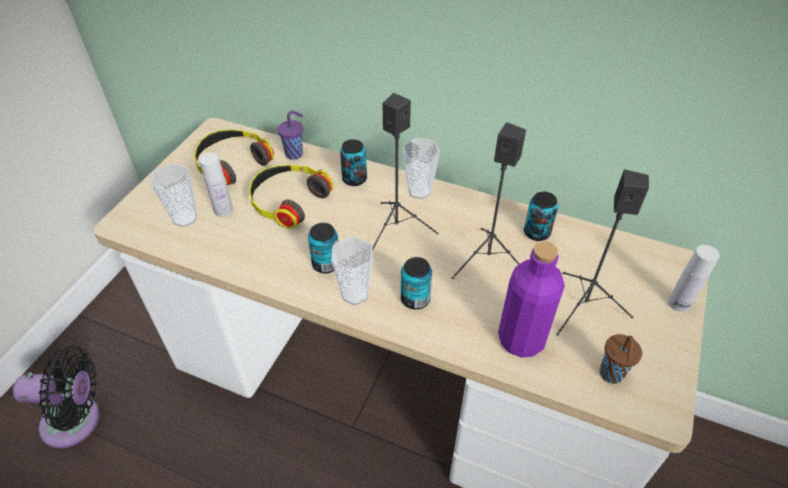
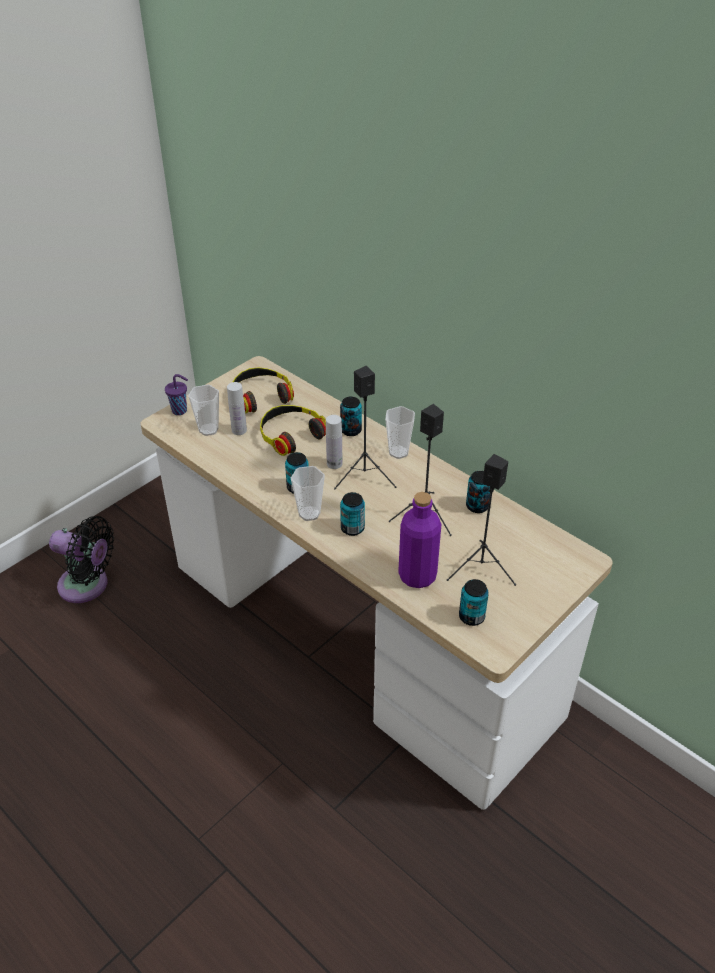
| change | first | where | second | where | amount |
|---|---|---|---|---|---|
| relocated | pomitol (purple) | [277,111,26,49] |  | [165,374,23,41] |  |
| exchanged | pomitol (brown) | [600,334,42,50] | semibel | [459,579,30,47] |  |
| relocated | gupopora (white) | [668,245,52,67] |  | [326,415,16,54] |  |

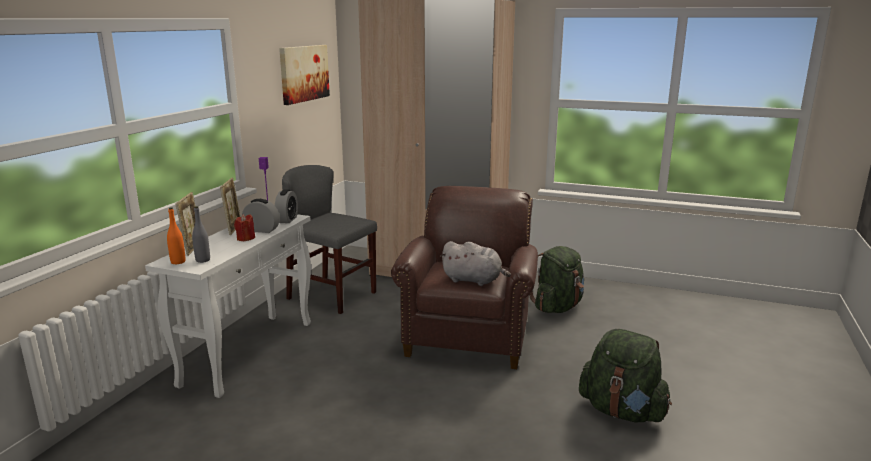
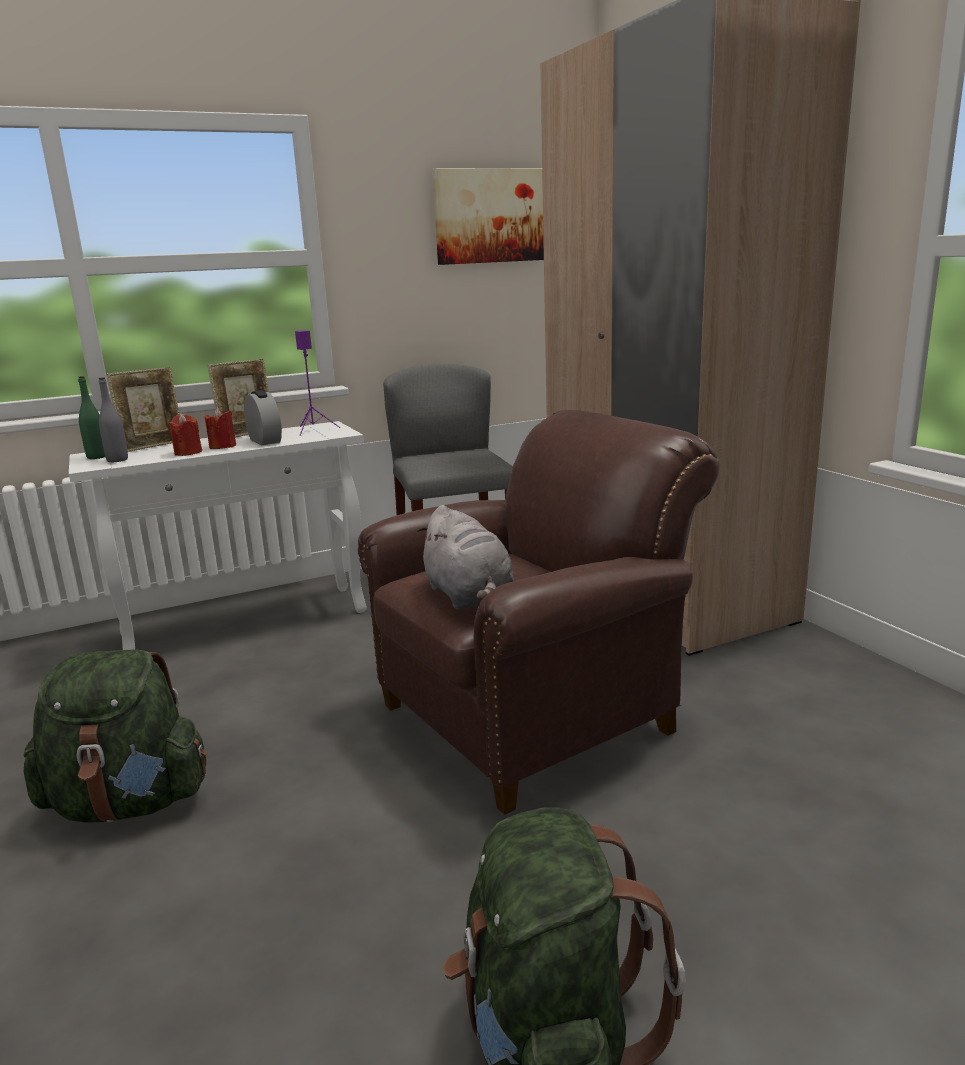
| change | first | where | second | where | amount |
|---|---|---|---|---|---|
| colour | gupopora (orange) | [167,207,19,57] | gupopora (green) | [78,376,27,83] |  |
| missing | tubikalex | [275,189,23,34] |  |  |  |
| relocated | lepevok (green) | [529,246,55,67] |  | [24,649,184,174] |  |
| appeared |  |  | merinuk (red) | [168,413,34,43] |  |

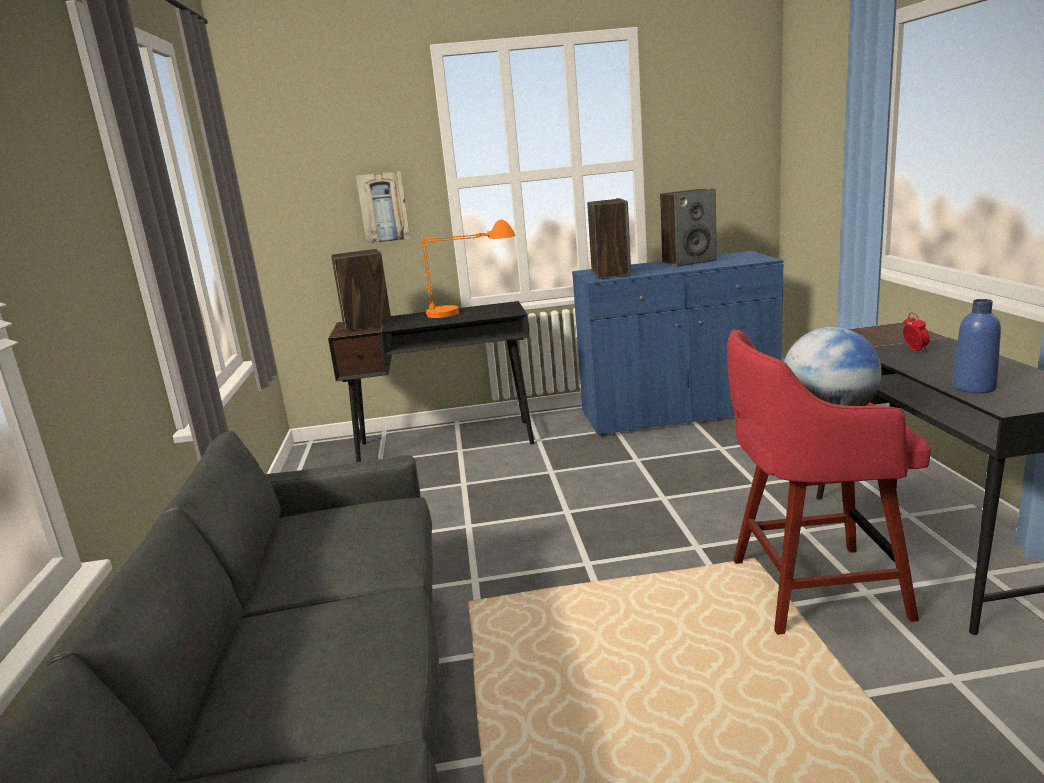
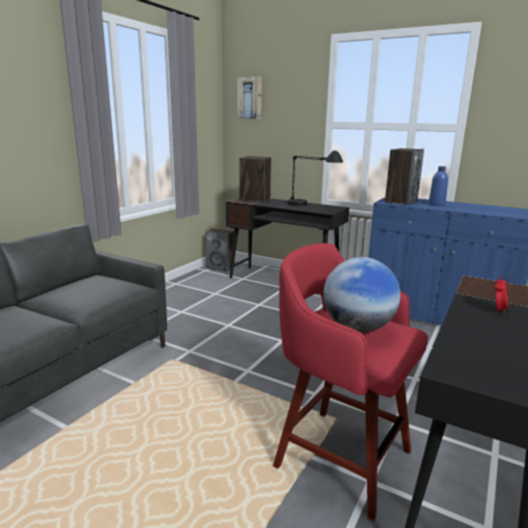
| change | first | where | second | where | amount |
|---|---|---|---|---|---|
| relocated | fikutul | [356,171,54,73] |  | [237,76,25,43] |  |
| colour | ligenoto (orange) | [421,220,95,98] | ligenoto (black) | [287,151,56,55] |  |
| relocated | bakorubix | [660,189,57,77] |  | [205,228,30,43] |  |
| relocated | gupopora (blue) | [952,299,49,94] |  | [429,166,19,40] |  |

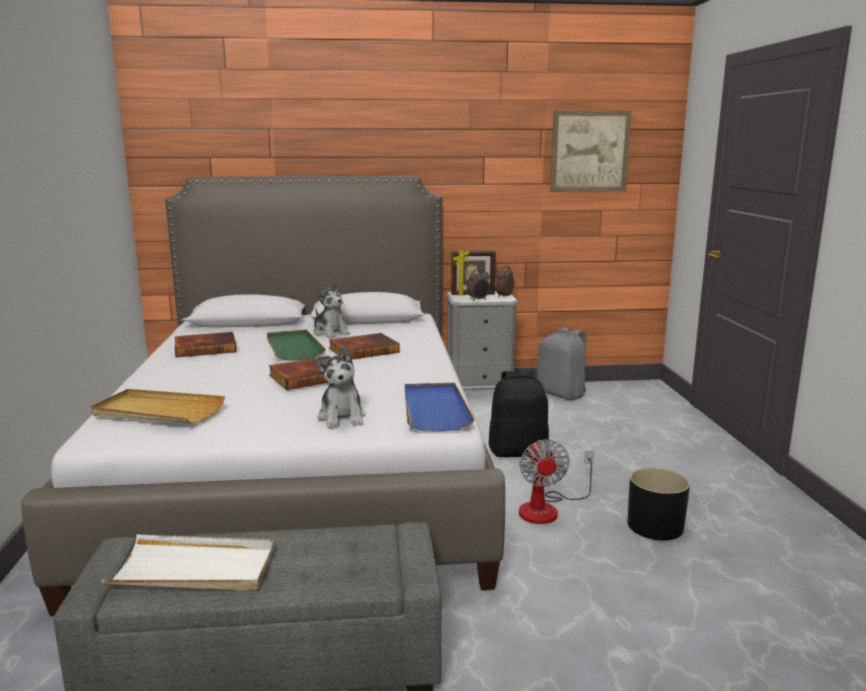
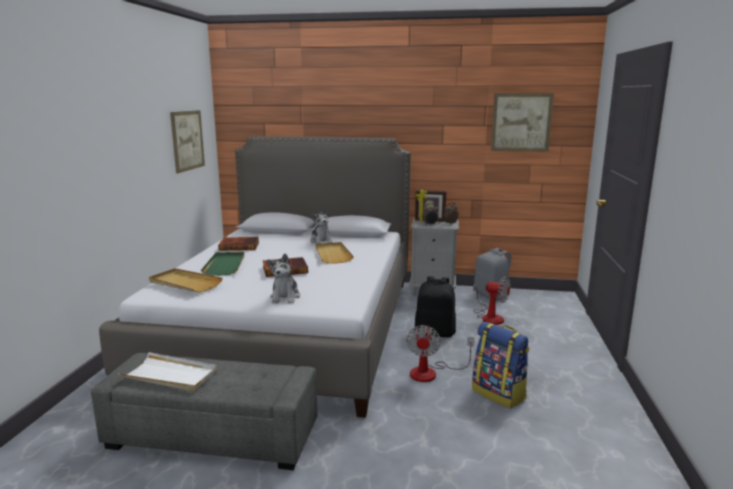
| change | first | where | second | where | amount |
|---|---|---|---|---|---|
| relocated | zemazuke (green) | [267,329,59,32] |  | [201,252,43,24] |  |
| exchanged | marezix | [329,333,71,26] | zemazuke (beige) | [315,242,39,22] |  |
| missing | zemazuke (blue) | [405,383,70,49] |  |  |  |
| exchanged | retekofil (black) | [627,468,63,72] | lepevok | [472,322,57,86] |  |
| appeared |  |  | fikutul | [170,110,35,63] |  |
| appeared |  |  | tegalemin | [473,276,38,49] |  |

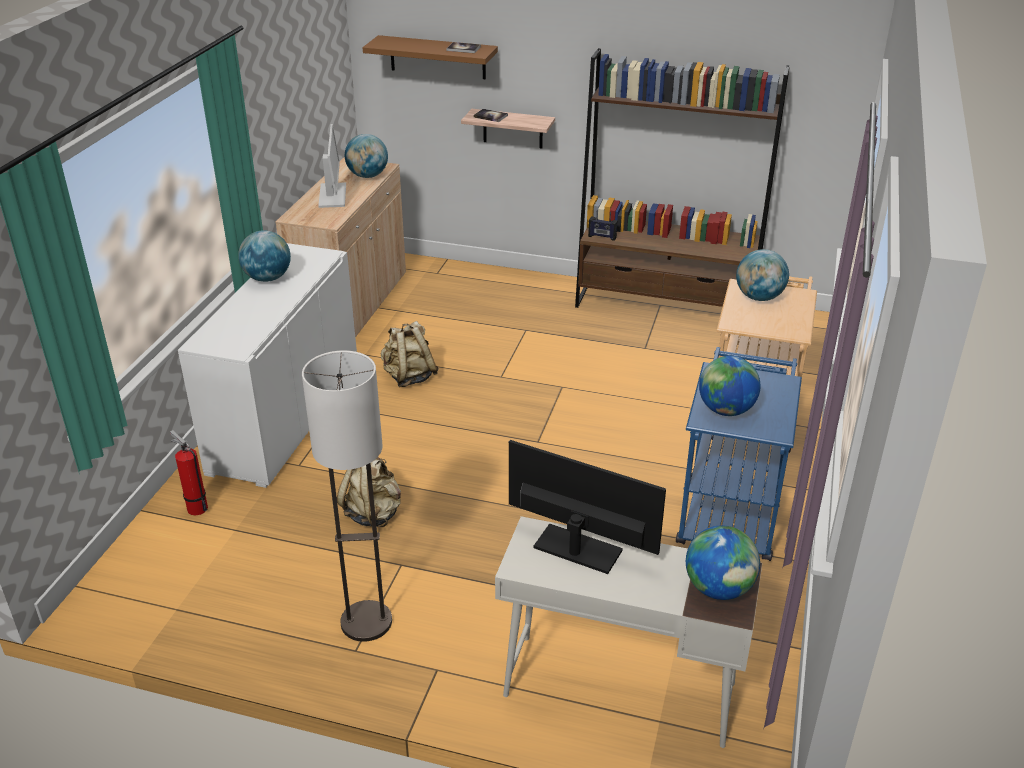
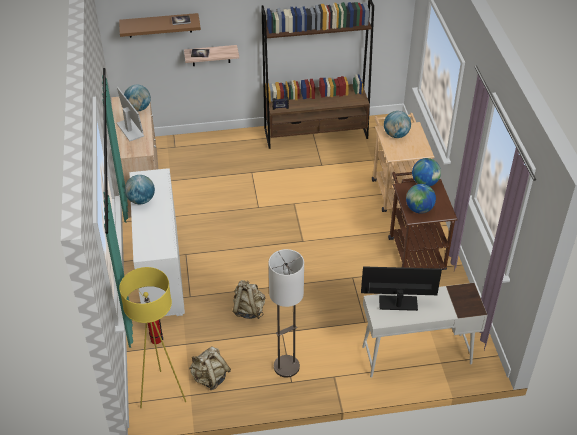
| change | first | where | second | where | amount |
|---|---|---|---|---|---|
| relocated | lepevok (beige) | [381,321,58,66] |  | [189,346,42,44] |  |
| colour | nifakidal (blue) | [676,347,126,214] | nifakidal (brown) | [388,172,70,98] |  |
| relocated | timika | [686,526,74,74] |  | [412,158,29,28] |  |
| appeared |  |  | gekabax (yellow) | [119,267,67,141] |  |

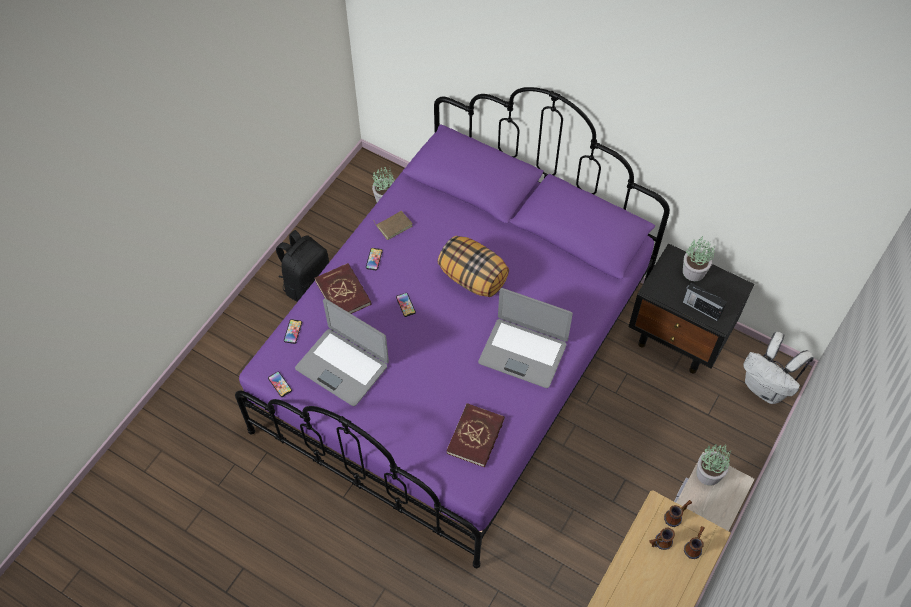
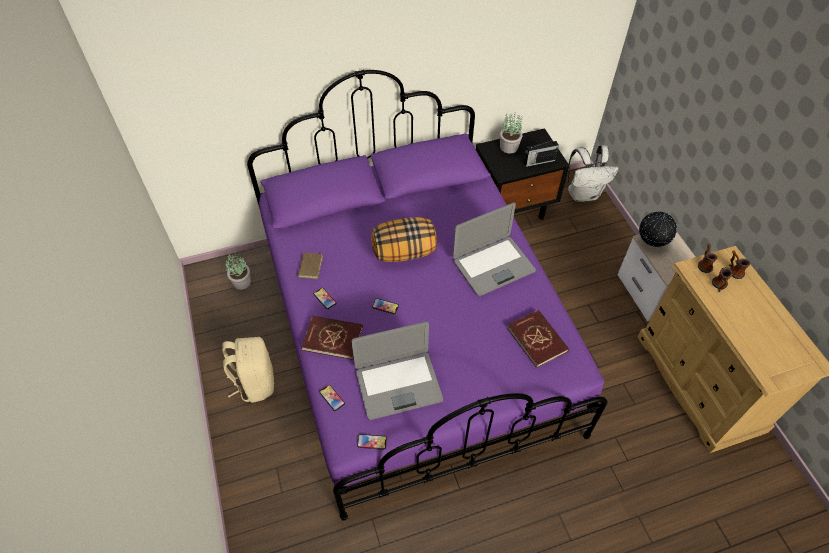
| change | first | where | second | where | amount |
|---|---|---|---|---|---|
| colour | lepevok (black) | [276,230,53,72] | lepevok (beige) | [222,337,52,66] |  |
| exchanged | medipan | [696,444,35,42] | timika | [639,212,38,35] |  |

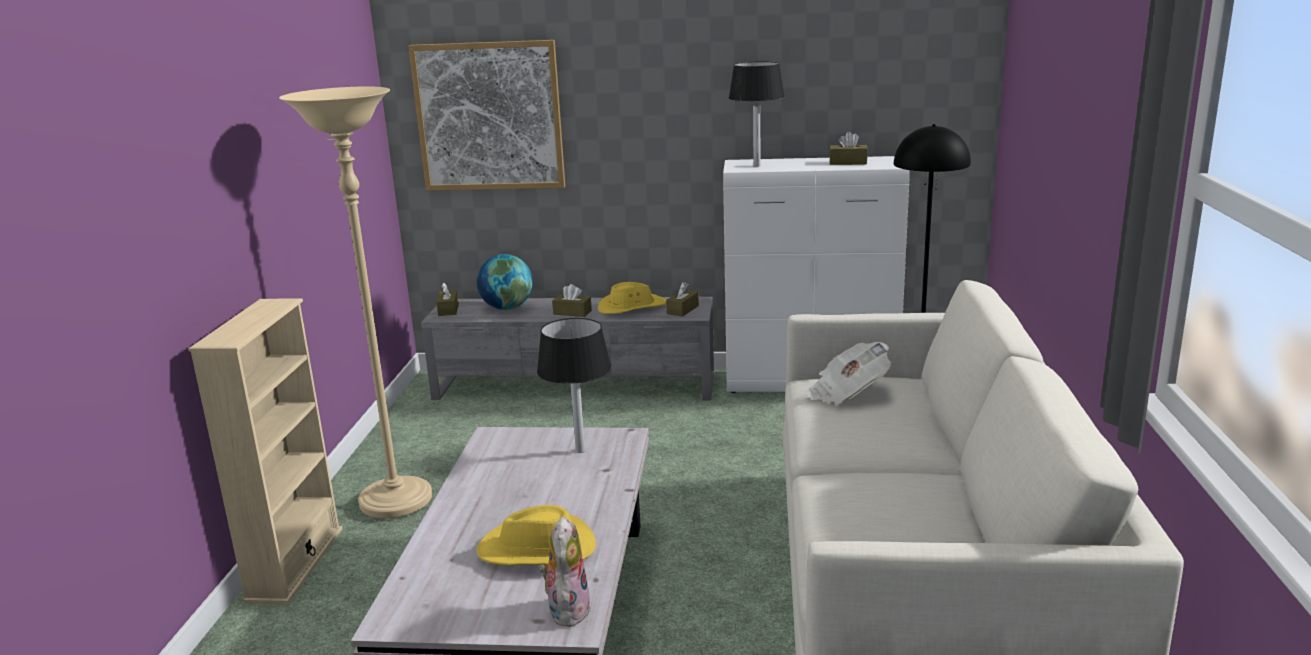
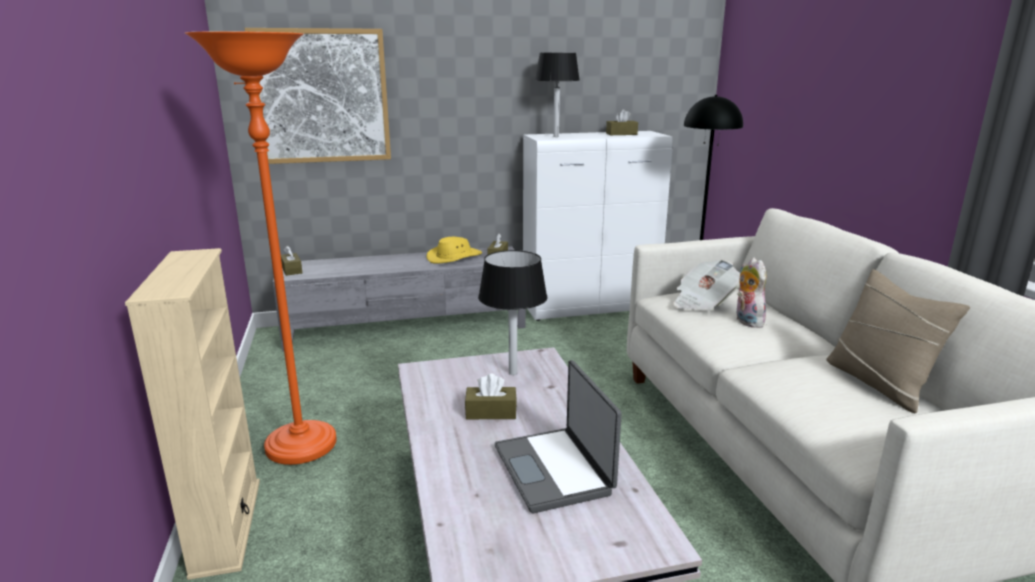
| change | first | where | second | where | amount |
|---|---|---|---|---|---|
| colour | gekabax (beige) | [279,86,153,433] | gekabax (orange) | [185,31,151,434] |  |
| missing | timika | [477,254,56,56] |  |  |  |
| exchanged | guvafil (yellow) | [477,505,119,61] | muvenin | [494,360,128,153] |  |
| relocated | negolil | [540,516,51,111] |  | [737,257,29,71] |  |
| relocated | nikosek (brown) | [552,284,40,33] |  | [465,374,52,45] |  |
| appeared |  |  | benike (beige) | [826,269,144,144] |  |

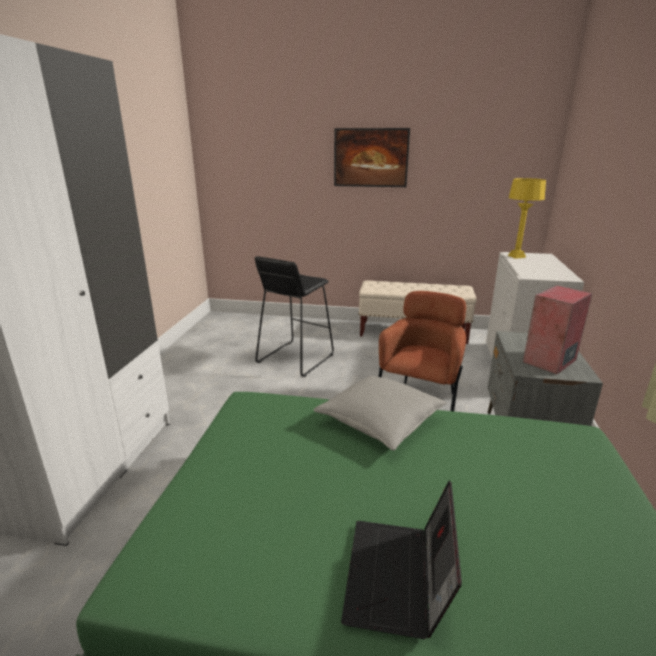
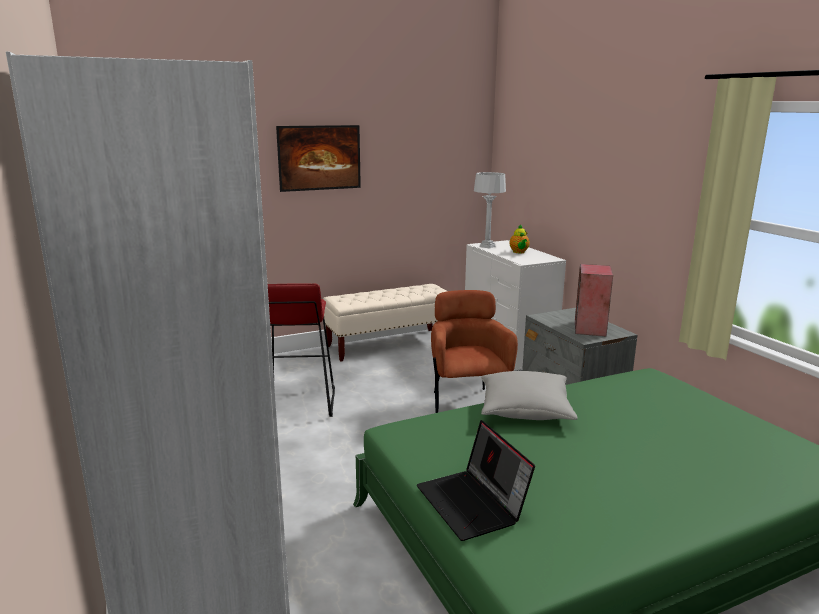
| change | first | where | second | where | amount |
|---|---|---|---|---|---|
| colour | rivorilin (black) | [255,256,79,121] | rivorilin (red) | [268,283,67,134] |  |
| relocated | muvenin | [341,480,121,159] |  | [417,420,118,121] |  |
| colour | ligenoto (yellow) | [508,178,38,81] | ligenoto (grey) | [474,172,32,77] |  |
| appeared |  |  | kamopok | [509,224,21,29] |  |

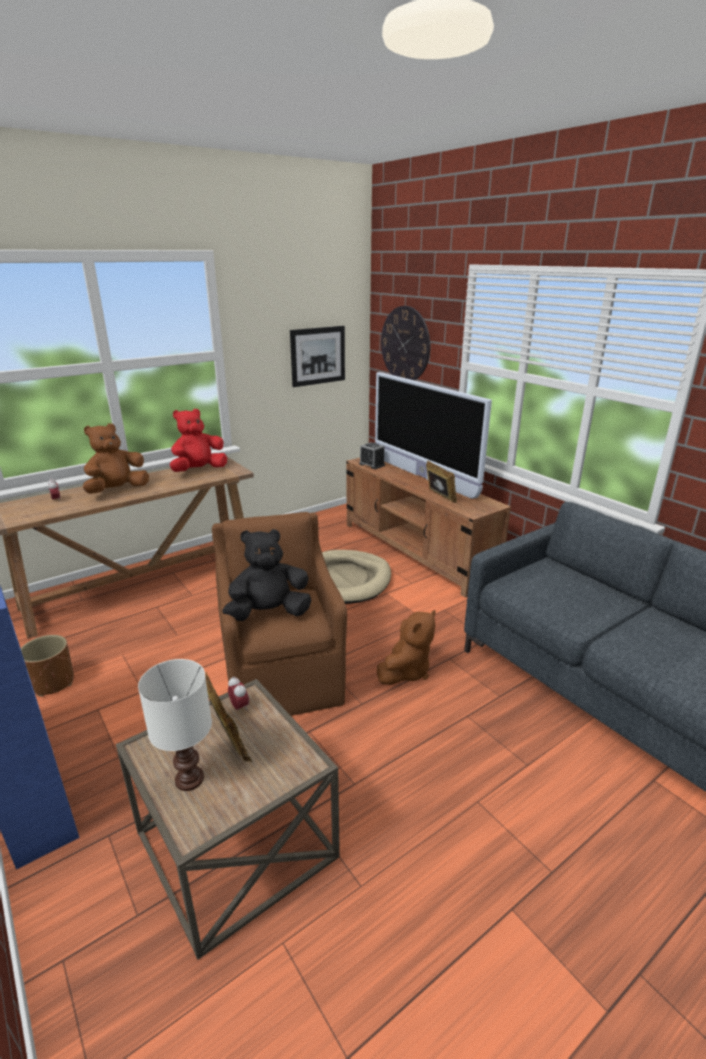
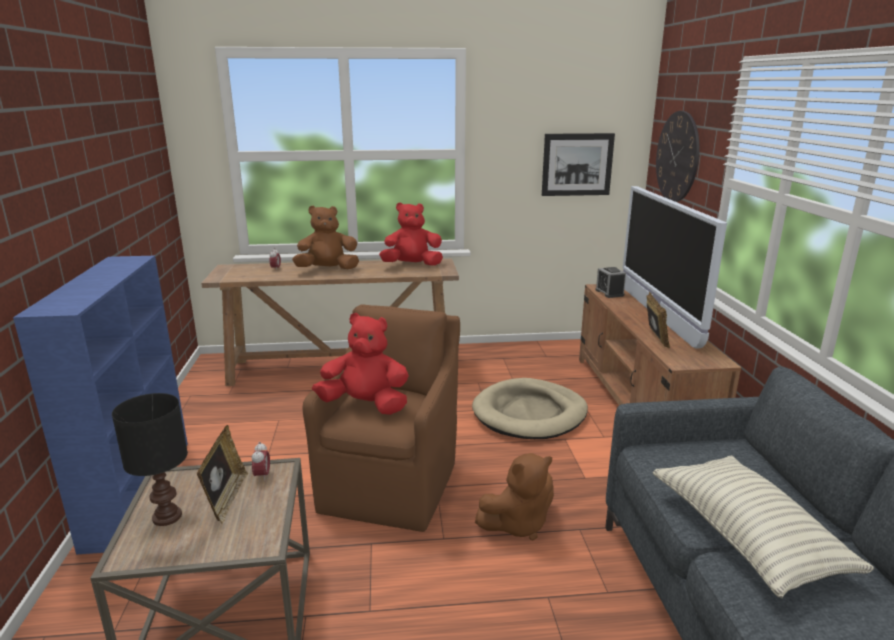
| change | first | where | second | where | amount |
|---|---|---|---|---|---|
| missing | retekofil (brown) | [20,635,54,62] |  |  |  |
| colour | ligenoto (white) | [138,659,74,132] | ligenoto (black) | [112,393,76,133] |  |
| colour | negolil (black) | [222,529,89,92] | negolil (red) | [312,313,97,102] |  |
| appeared |  |  | benike | [653,456,221,142] |  |

